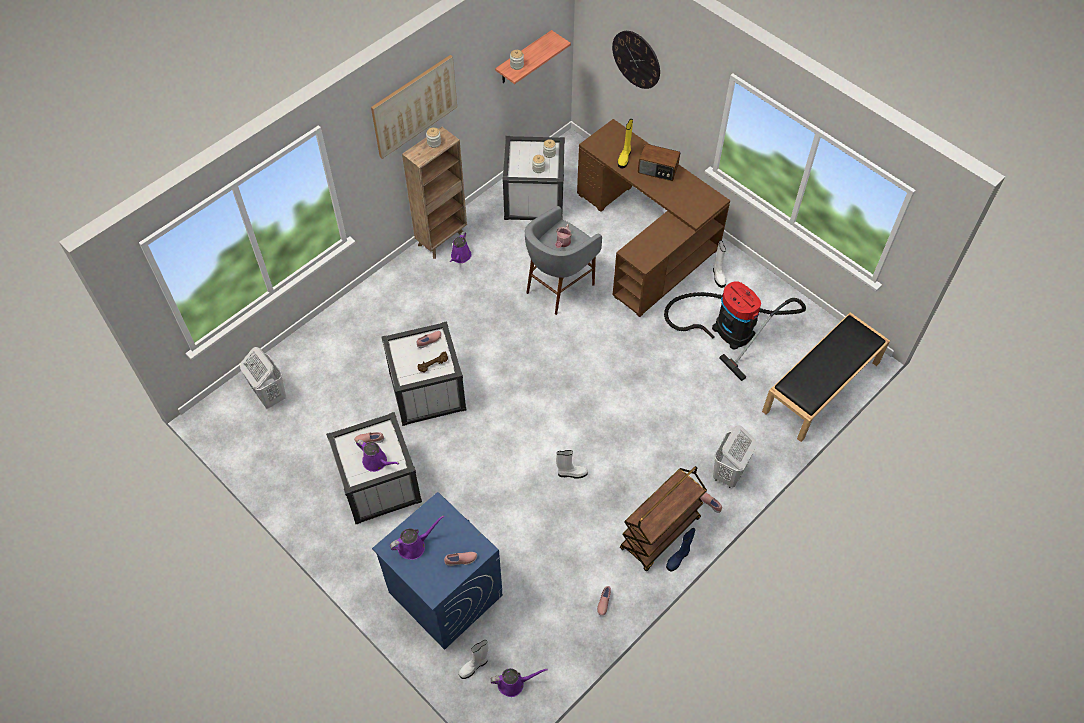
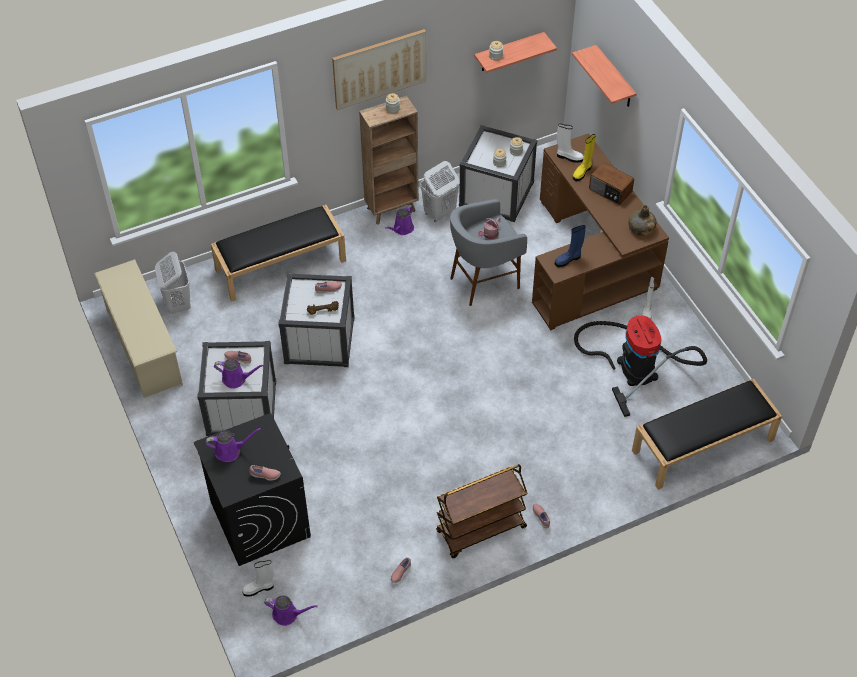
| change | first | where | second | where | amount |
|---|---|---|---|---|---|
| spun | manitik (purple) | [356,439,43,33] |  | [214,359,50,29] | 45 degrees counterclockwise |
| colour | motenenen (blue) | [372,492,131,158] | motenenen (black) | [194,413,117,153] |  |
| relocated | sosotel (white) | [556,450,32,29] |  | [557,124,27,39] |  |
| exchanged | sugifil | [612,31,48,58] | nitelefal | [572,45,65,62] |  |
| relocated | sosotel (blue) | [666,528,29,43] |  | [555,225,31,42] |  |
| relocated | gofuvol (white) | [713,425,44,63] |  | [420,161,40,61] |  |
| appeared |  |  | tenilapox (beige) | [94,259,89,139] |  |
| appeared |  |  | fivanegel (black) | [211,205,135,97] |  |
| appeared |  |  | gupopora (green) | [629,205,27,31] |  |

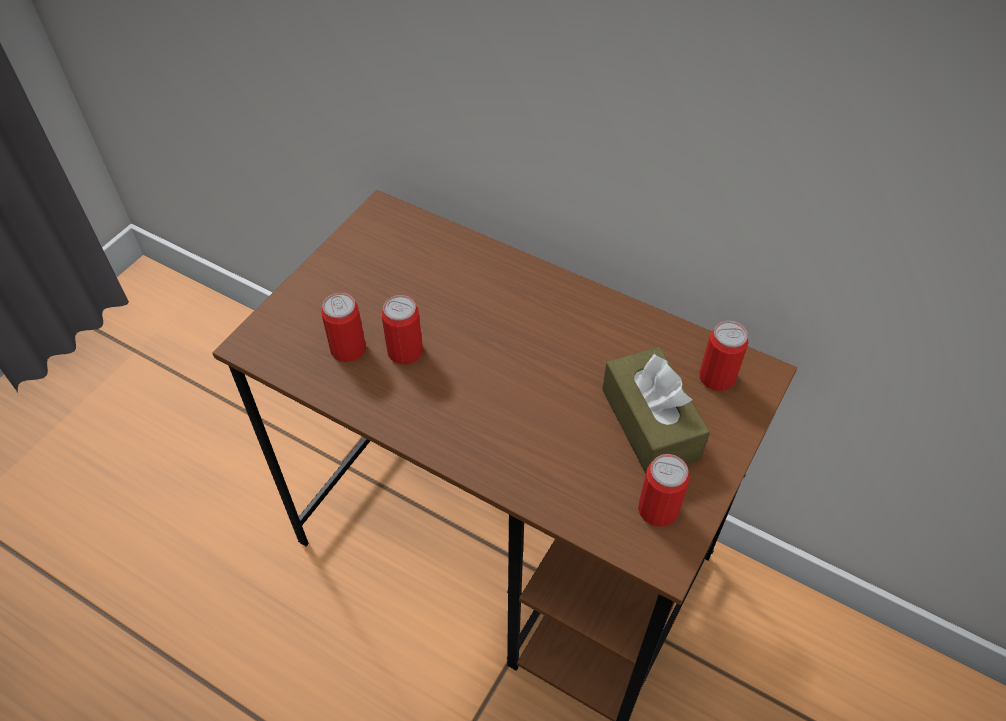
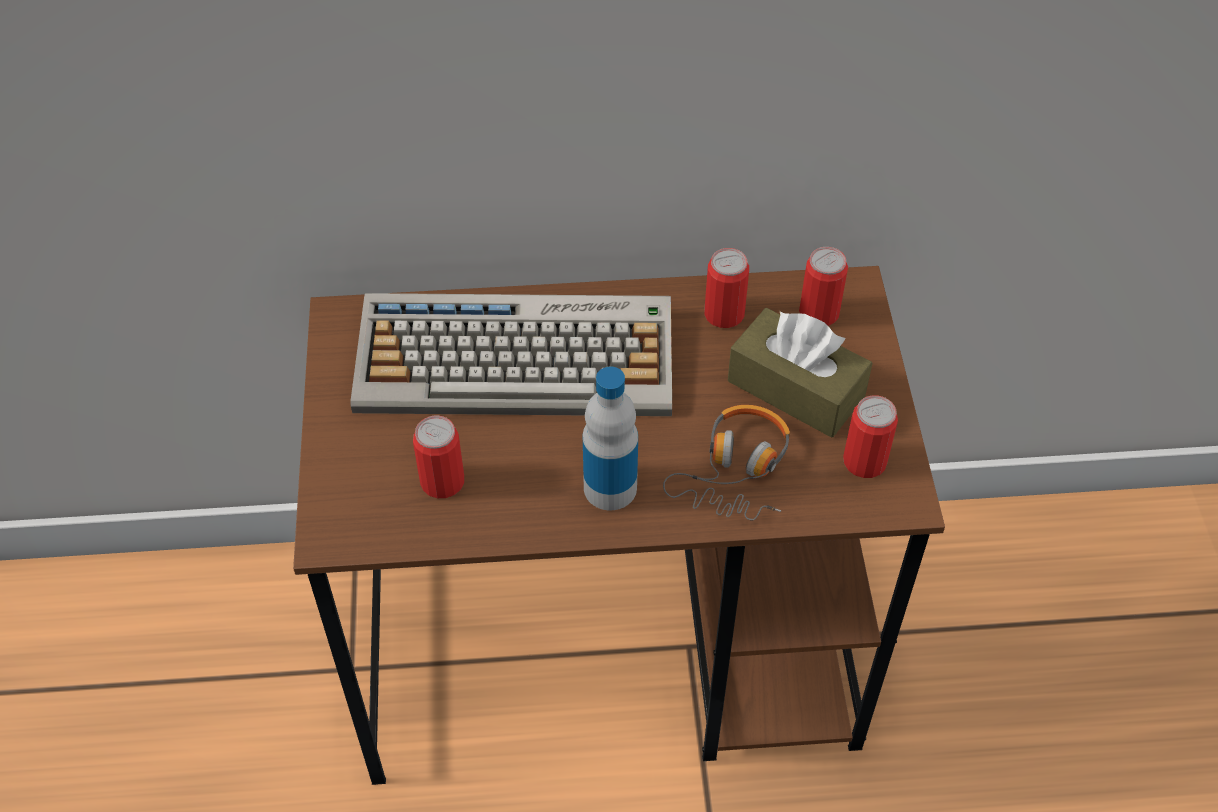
| change | first | where | second | where | amount |
|---|---|---|---|---|---|
| relocated | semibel | [382,295,41,70] |  | [704,248,45,80] |  |
| appeared |  |  | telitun | [351,293,321,123] |  |
| appeared |  |  | gupopora | [583,367,55,143] |  |
| appeared |  |  | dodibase | [663,405,127,115] |  |

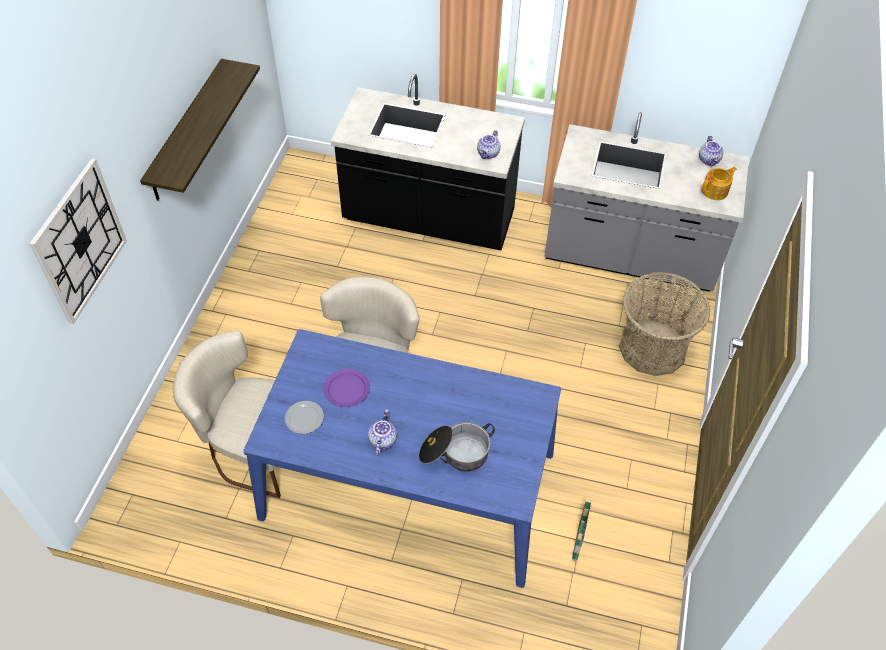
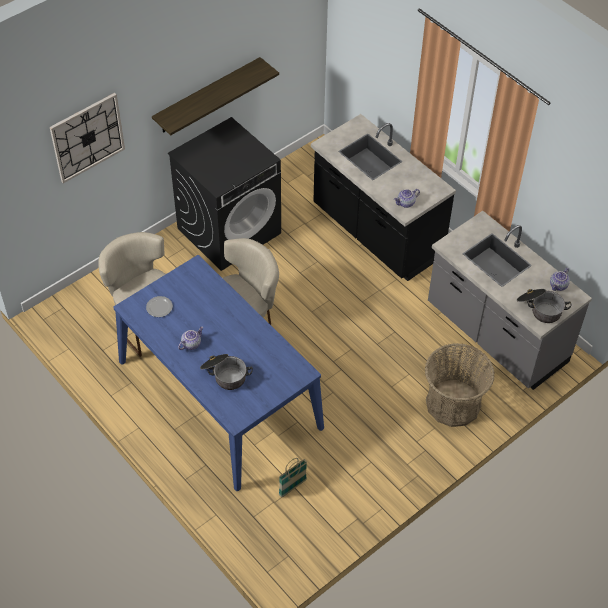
| change | first | where | second | where | amount |
|---|---|---|---|---|---|
| missing | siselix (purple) | [323,368,47,39] |  |  |  |
| exchanged | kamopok | [701,167,36,33] | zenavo | [517,289,54,34] |  |
| appeared |  |  | motenenen (black) | [168,117,113,154] |  |

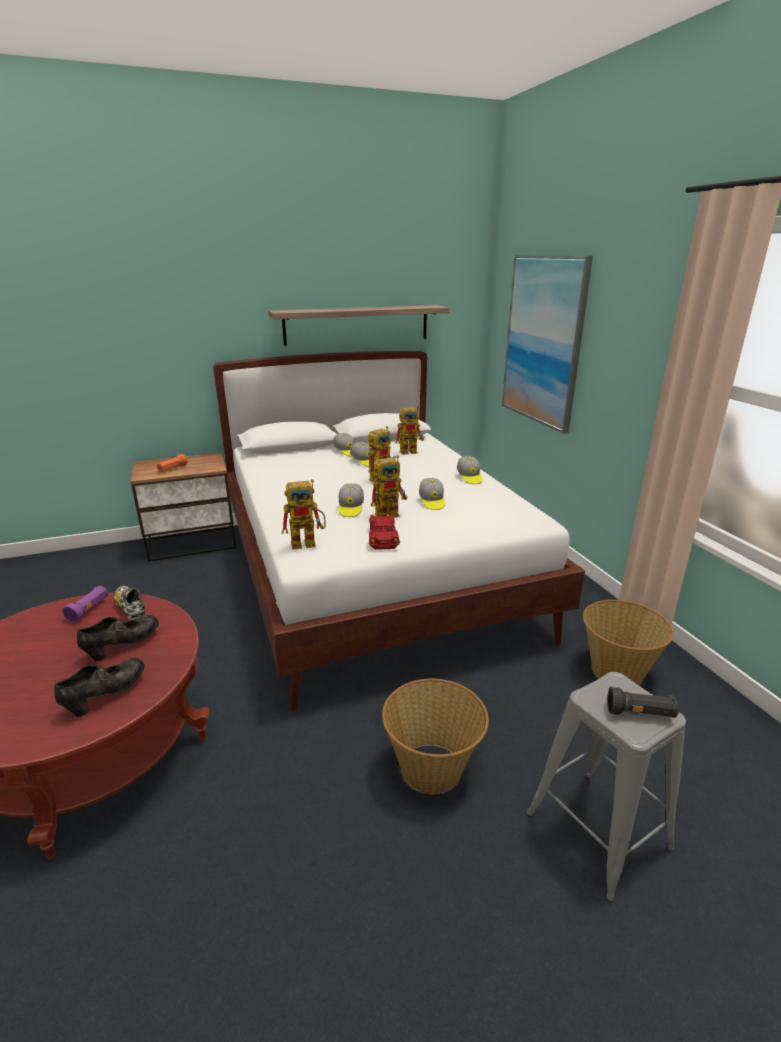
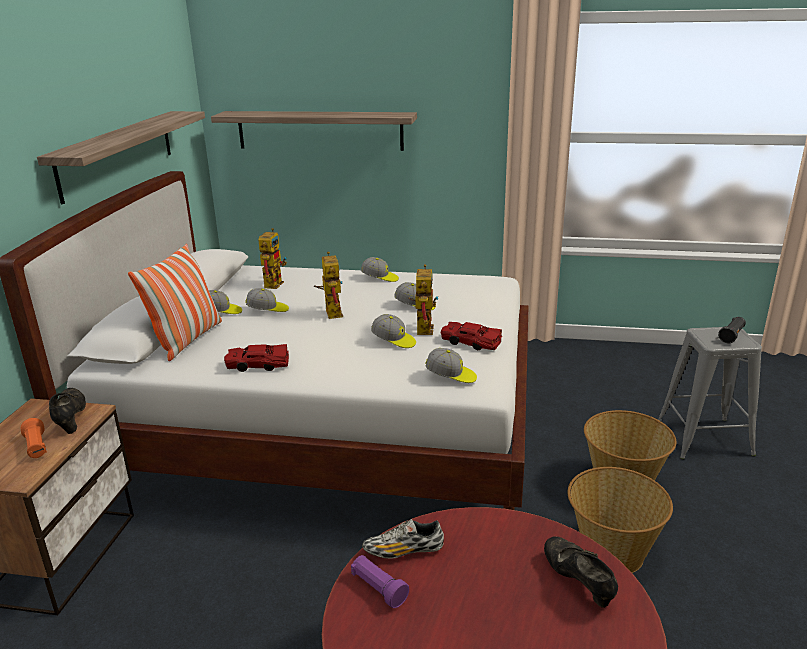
| change | first | where | second | where | amount |
|---|---|---|---|---|---|
| relocated | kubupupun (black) | [77,615,82,47] |  | [49,388,37,46] |  |
| exchanged | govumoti | [282,479,44,70] | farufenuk | [426,348,51,35] |  |
| exchanged | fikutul | [502,255,91,179] | nitelefal | [211,111,206,40] |  |
| relocated | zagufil | [583,600,91,85] |  | [568,467,105,106] |  |
| appeared |  |  | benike | [128,244,94,117] |  |
| appeared |  |  | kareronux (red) | [224,344,65,28] |  |

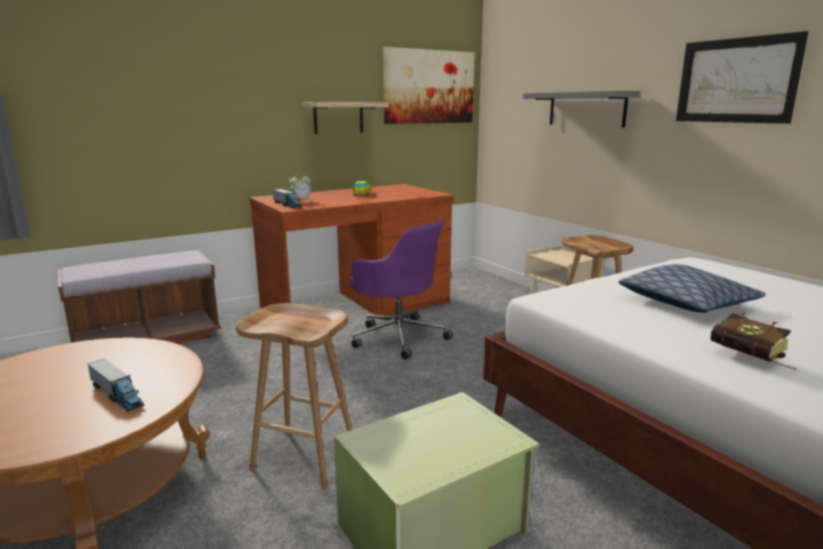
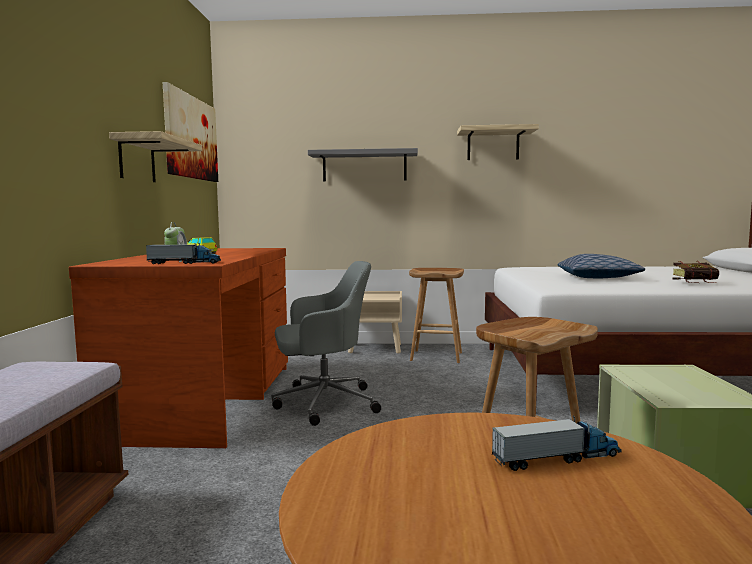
| change | first | where | second | where | amount |
|---|---|---|---|---|---|
| colour | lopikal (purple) | [350,221,103,139] | lopikal (grey) | [271,261,110,165] |  |
| exchanged | fikutul | [676,31,132,93] | nitelefal | [457,124,82,36] |  |

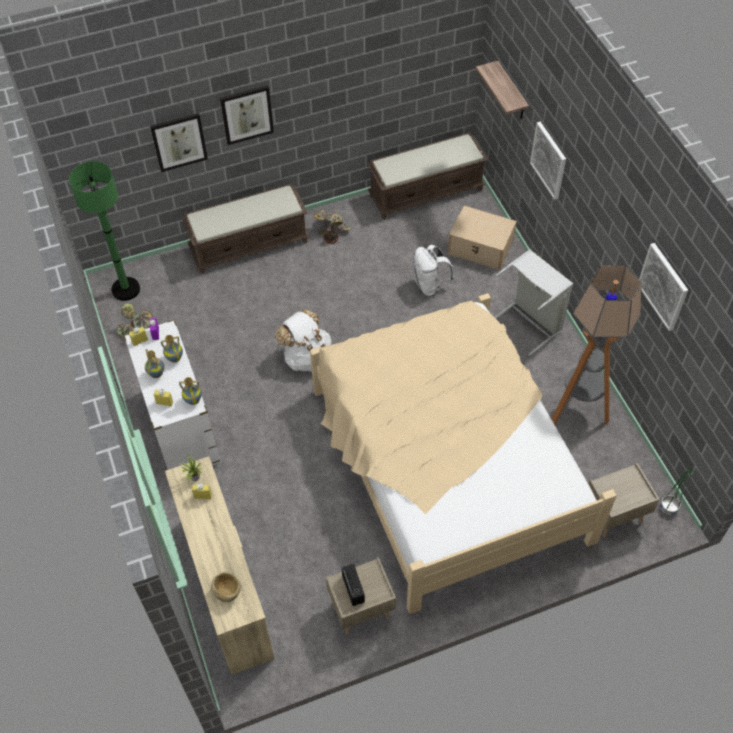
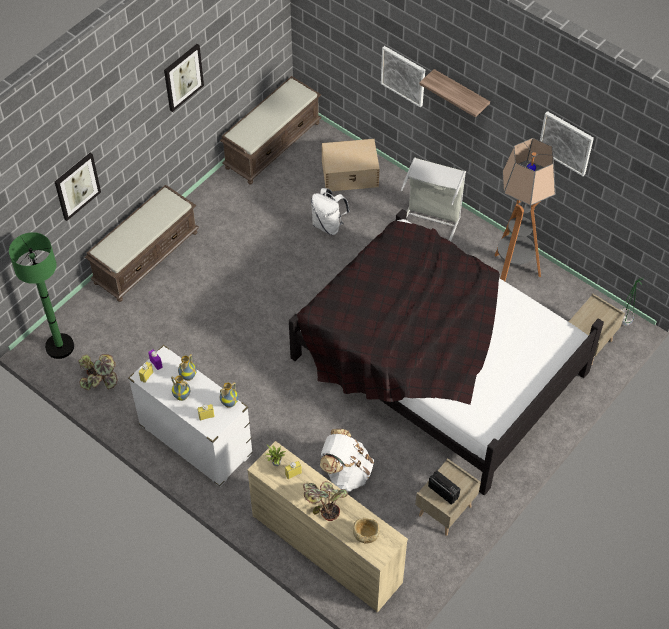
| change | first | where | second | where | amount |
|---|---|---|---|---|---|
| relocated | fikutul | [220,85,54,60] |  | [164,44,40,68] |  |
| relocated | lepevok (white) | [275,309,57,63] |  | [320,429,54,63] |  |
| colour | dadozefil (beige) | [310,293,307,321] | dadozefil (black) | [289,209,315,286] |  |
| relocated | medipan | [314,210,37,34] |  | [303,481,45,40] |  |
| relocated | nitelefal | [476,61,53,58] |  | [419,69,71,48] |  |

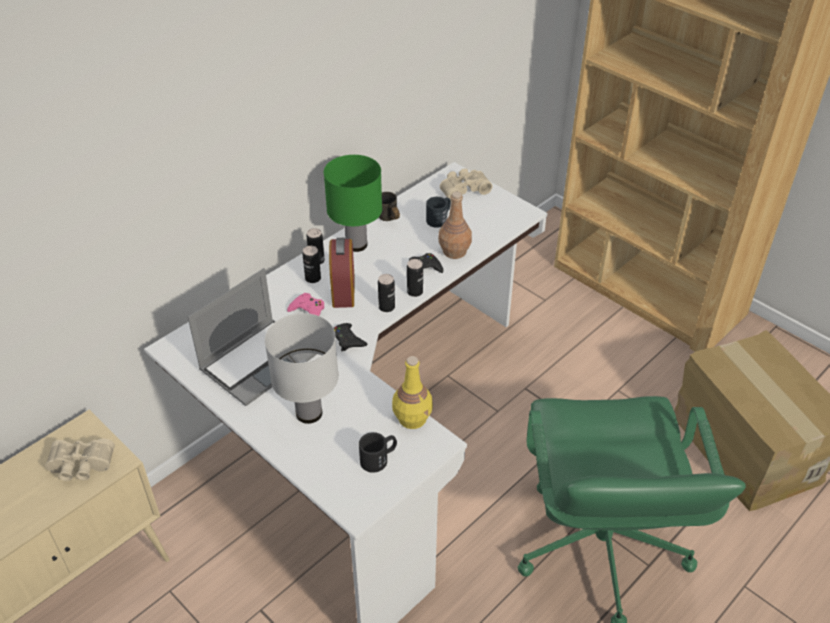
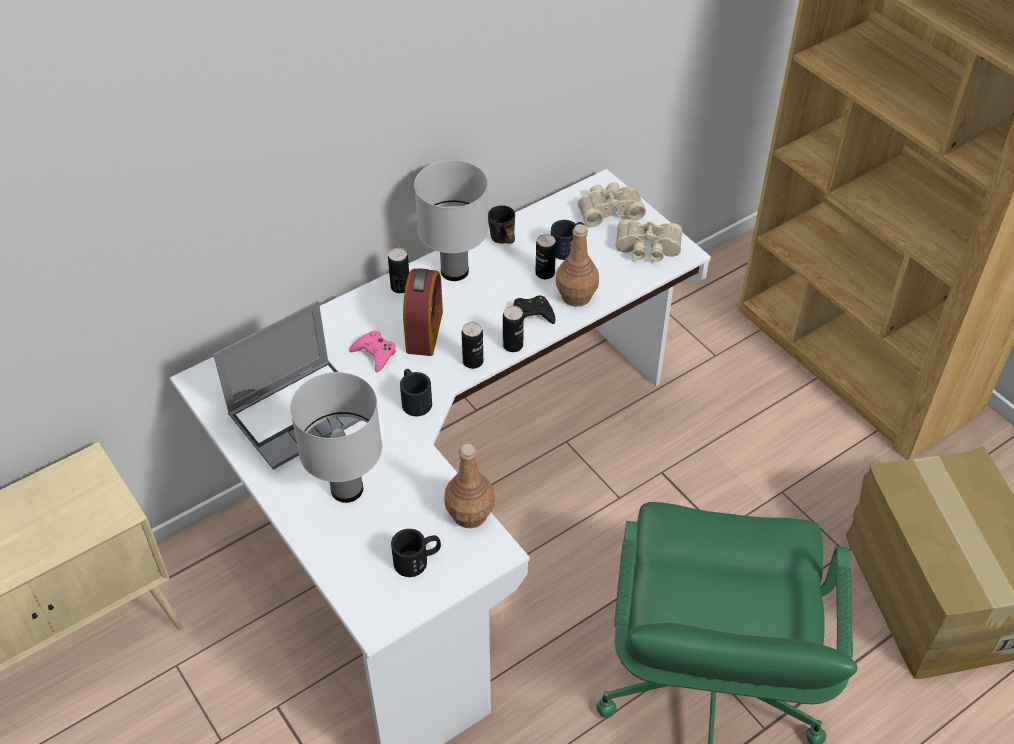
| change | first | where | second | where | amount |
|---|---|---|---|---|---|
| relocated | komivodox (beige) | [45,438,70,43] |  | [615,219,67,43] |  |
| relocated | semibel | [302,246,19,37] |  | [535,234,21,45] |  |
| colour | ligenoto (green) | [324,155,58,97] | ligenoto (white) | [414,160,74,121] |  |
| exchanged | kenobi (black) | [334,323,34,28] | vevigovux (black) | [400,369,32,47] |  |
| colour | gupopora (yellow) | [392,356,41,73] | gupopora (brown) | [444,444,51,84] |  |

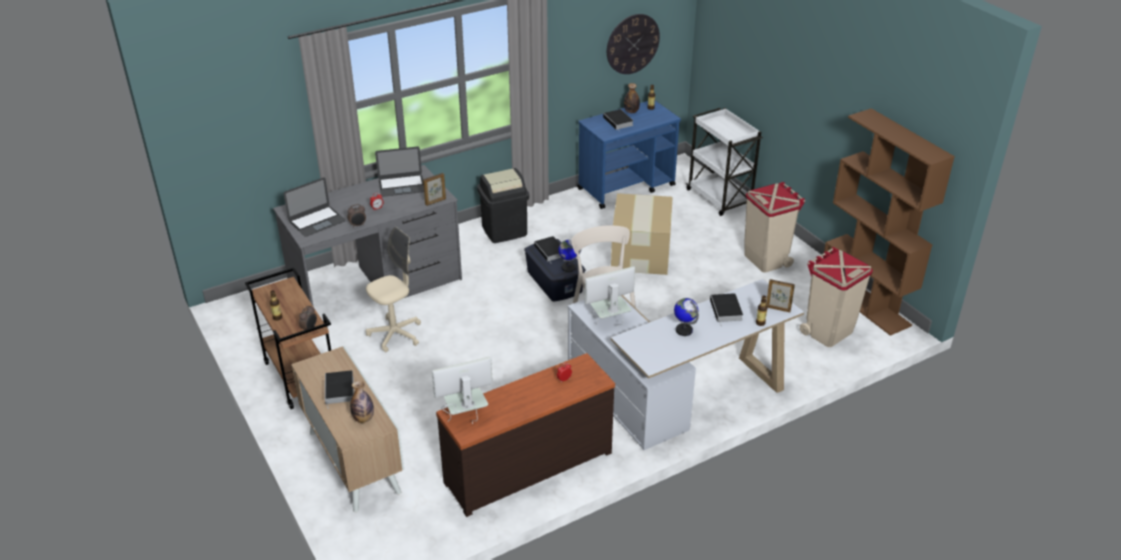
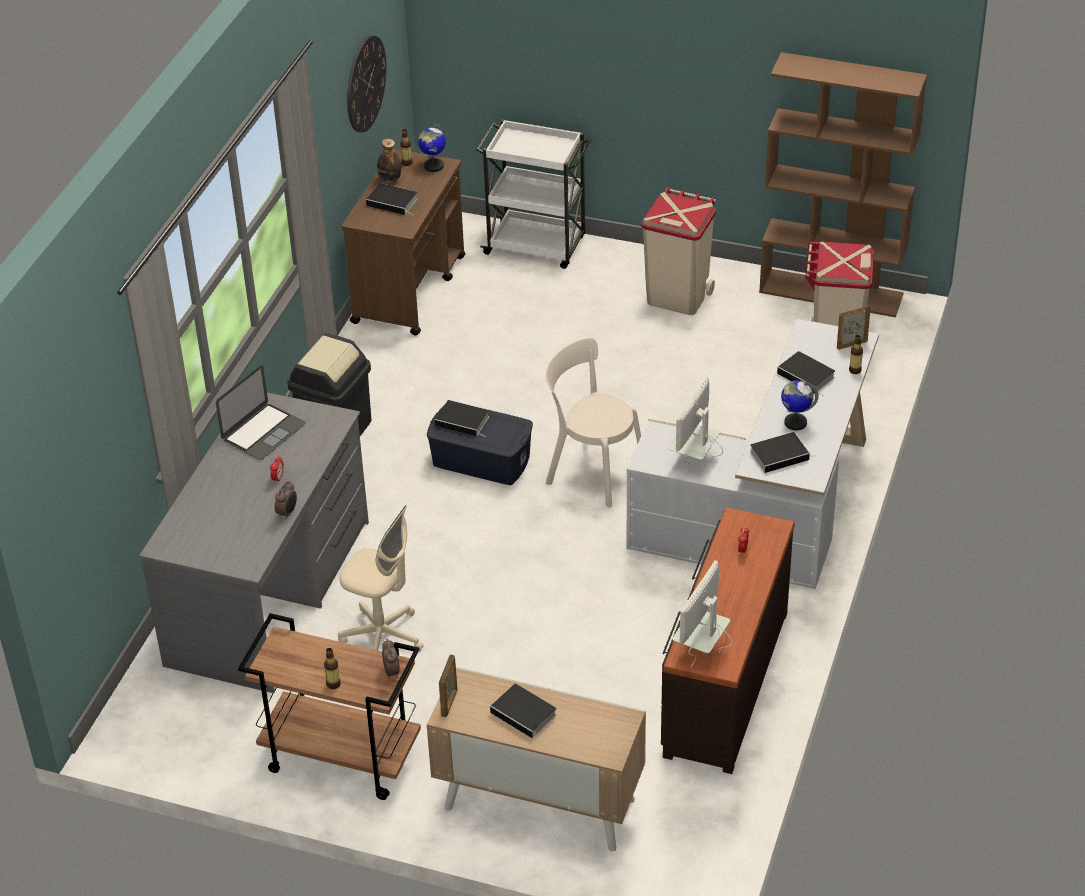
| change | first | where | second | where | amount |
|---|---|---|---|---|---|
| missing | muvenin | [284,178,62,59] |  |  |  |
| missing | gupopora | [350,381,24,42] |  |  |  |
| spun | lopikal (beige) | [366,227,55,125] |  | [338,505,86,147] | 105 degrees clockwise |
| relocated | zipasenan | [423,173,23,33] |  | [439,655,18,62] |  |
| relocated | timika | [558,240,23,32] |  | [418,124,28,48] |  |
| colour | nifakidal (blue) | [577,100,104,109] | nifakidal (brown) | [342,149,123,187] |  |
| missing | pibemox | [611,193,62,82] |  |  |  |
| appeared |  |  | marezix | [750,432,64,41] |  |

